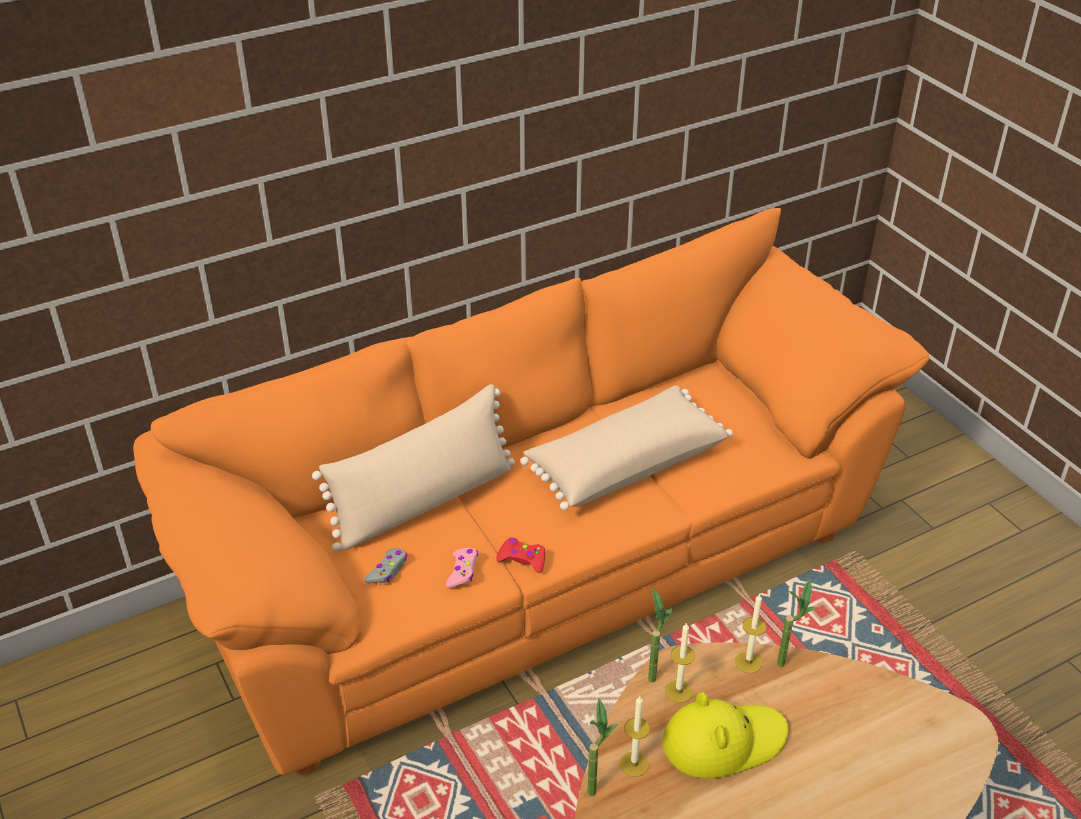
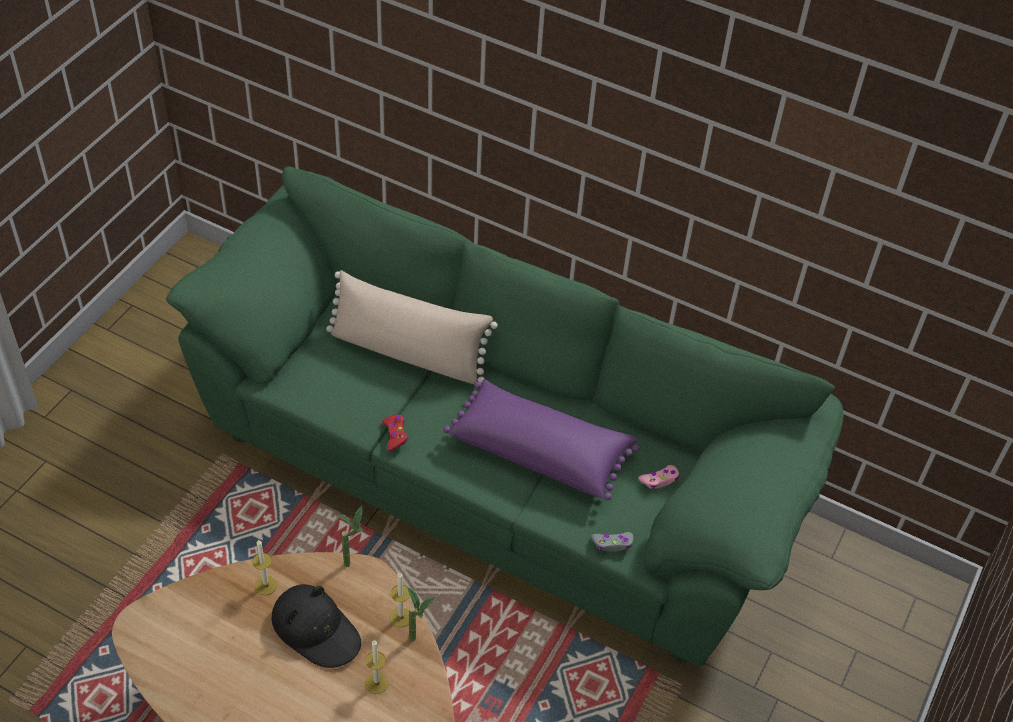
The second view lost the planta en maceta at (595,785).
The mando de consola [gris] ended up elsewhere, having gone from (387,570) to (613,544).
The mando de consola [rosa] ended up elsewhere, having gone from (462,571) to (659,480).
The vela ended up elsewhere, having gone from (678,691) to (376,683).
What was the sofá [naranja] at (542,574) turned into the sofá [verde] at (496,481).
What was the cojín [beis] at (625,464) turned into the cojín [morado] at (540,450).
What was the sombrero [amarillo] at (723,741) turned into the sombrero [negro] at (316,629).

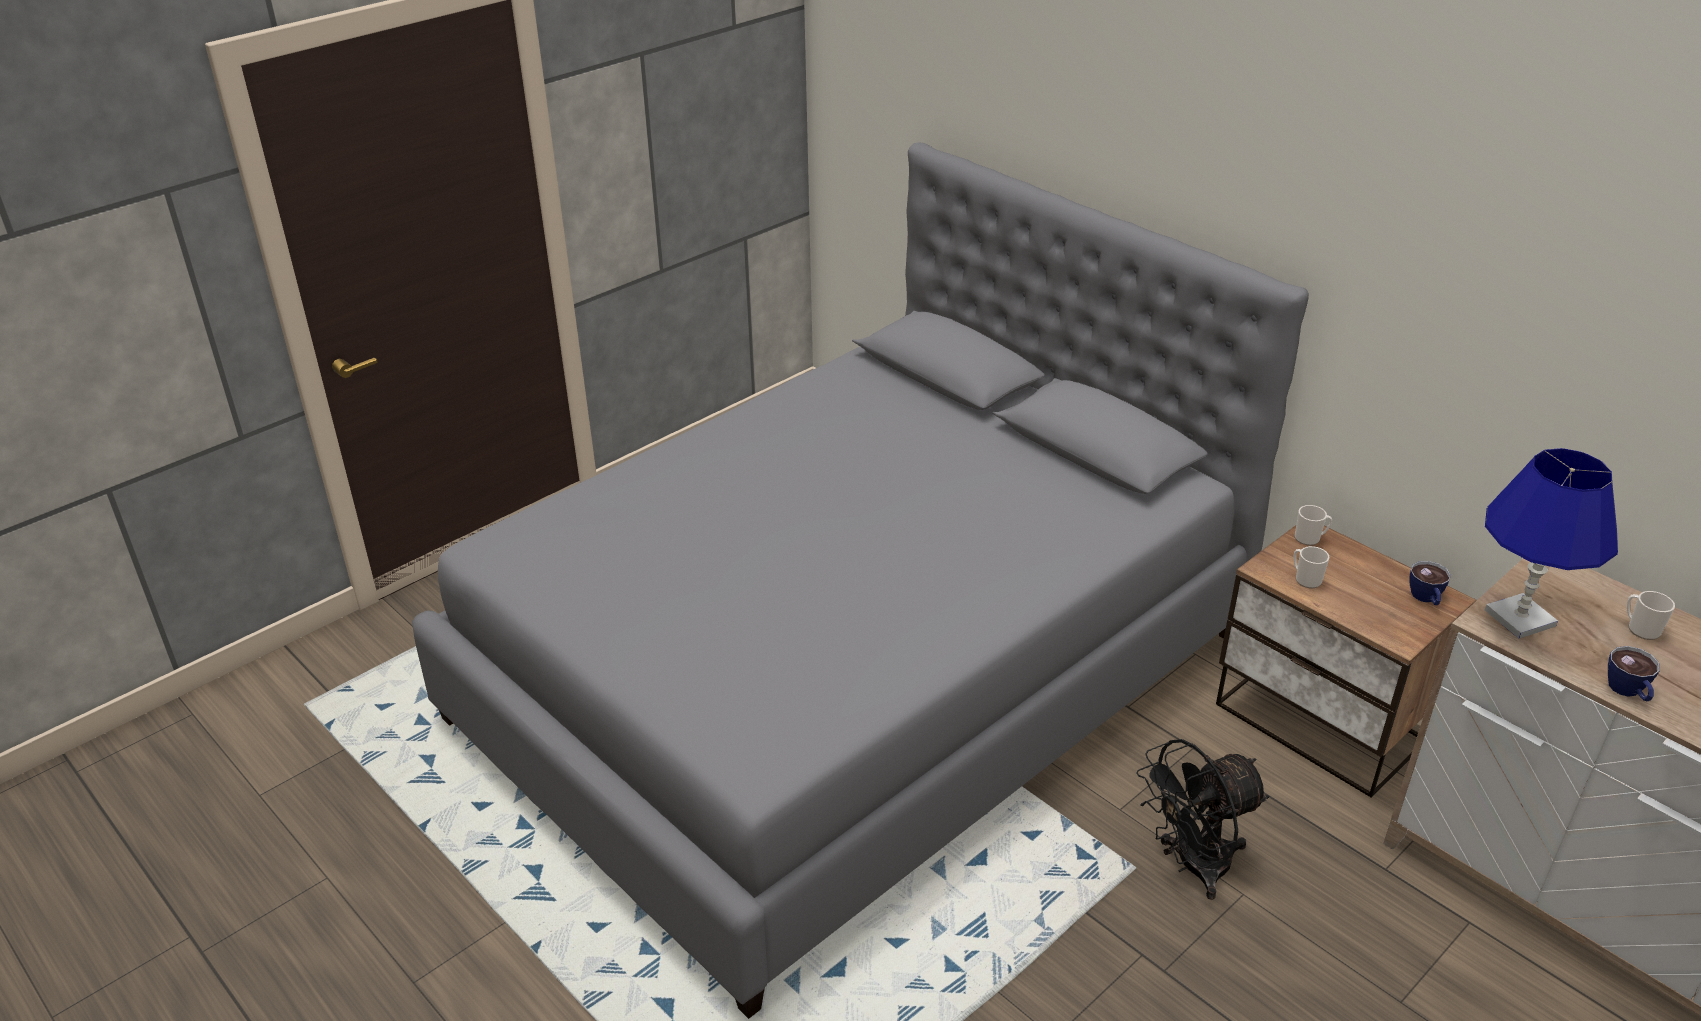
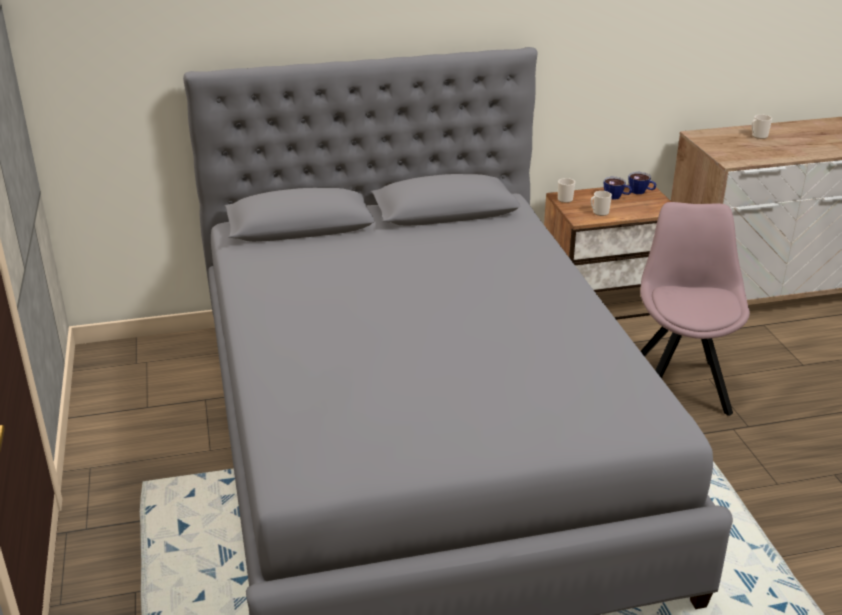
The second view lost the lámpara de mesa [azul] at (1519,618).
The taza ended up elsewhere, having gone from (1628,692) to (616,197).
Where the ventilador [negro] stood at (1192,866), the silla [rosa] came to stand at (679,386).

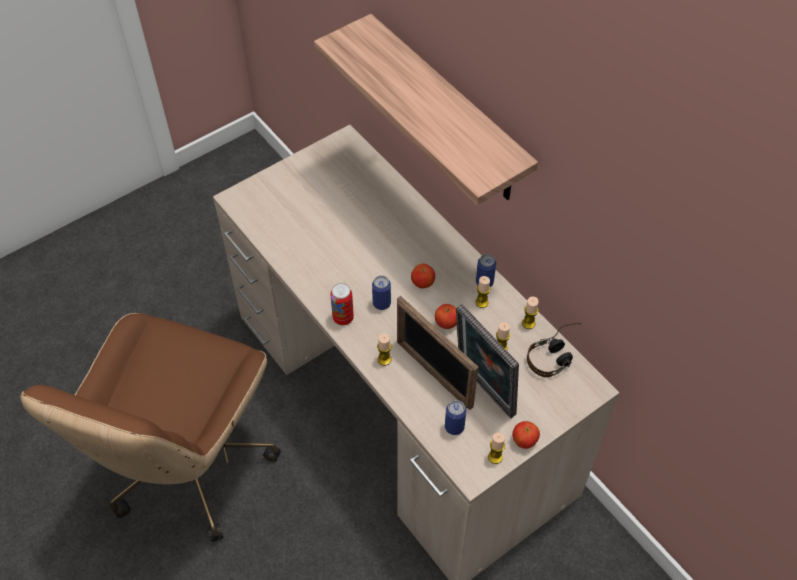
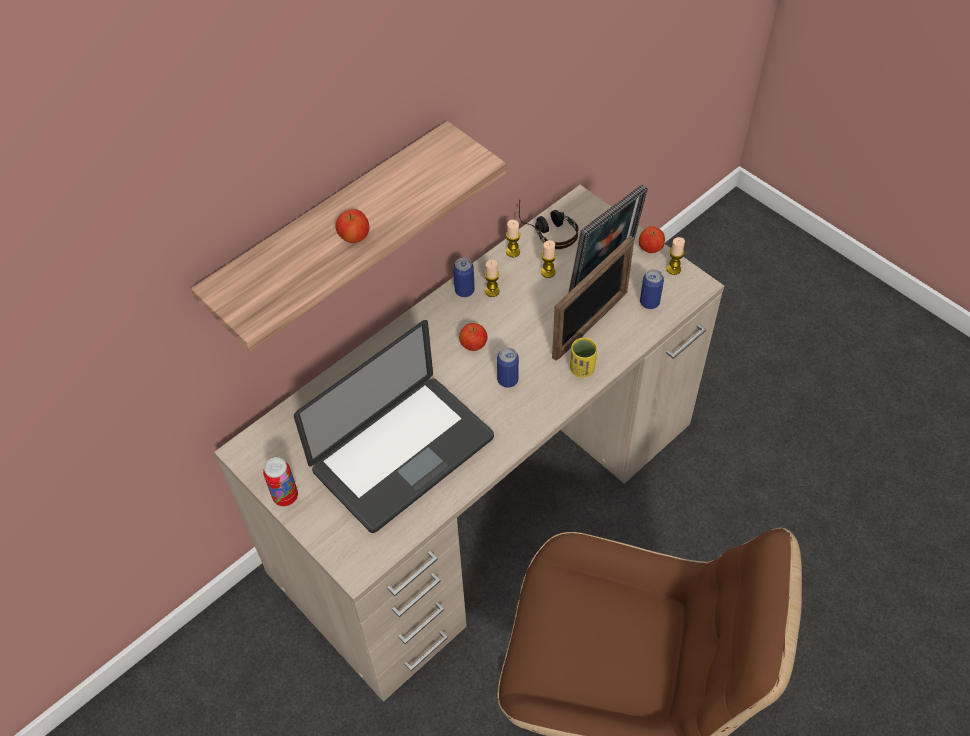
The second view gained the portátil at (403,454).
The lata ended up elsewhere, having gone from (343,318) to (285,496).
The manzana ended up elsewhere, having gone from (446,323) to (354,238).
Where the vela stood at (384,359), the taza [amarillo] came to stand at (582,369).

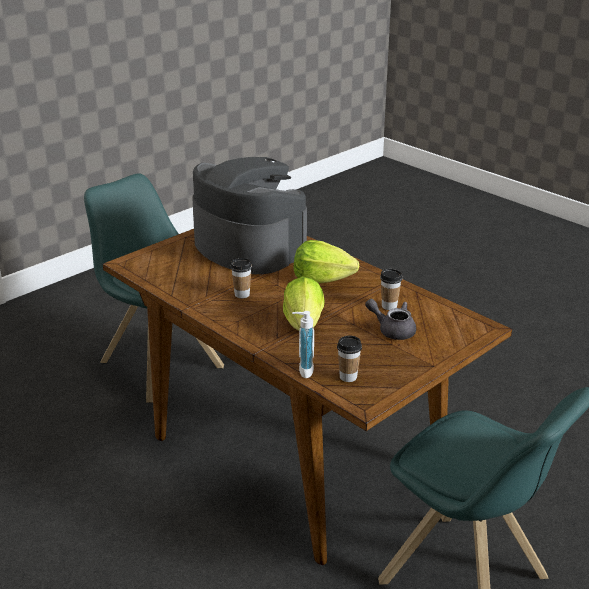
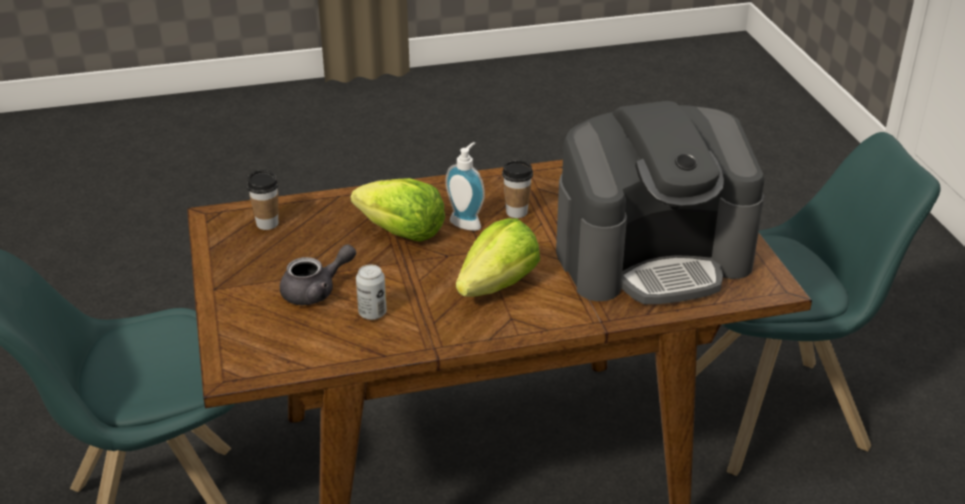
The dispensador de jabón ended up elsewhere, having gone from (303,370) to (467,222).
Where the taza stood at (389,306), the lata came to stand at (372,313).

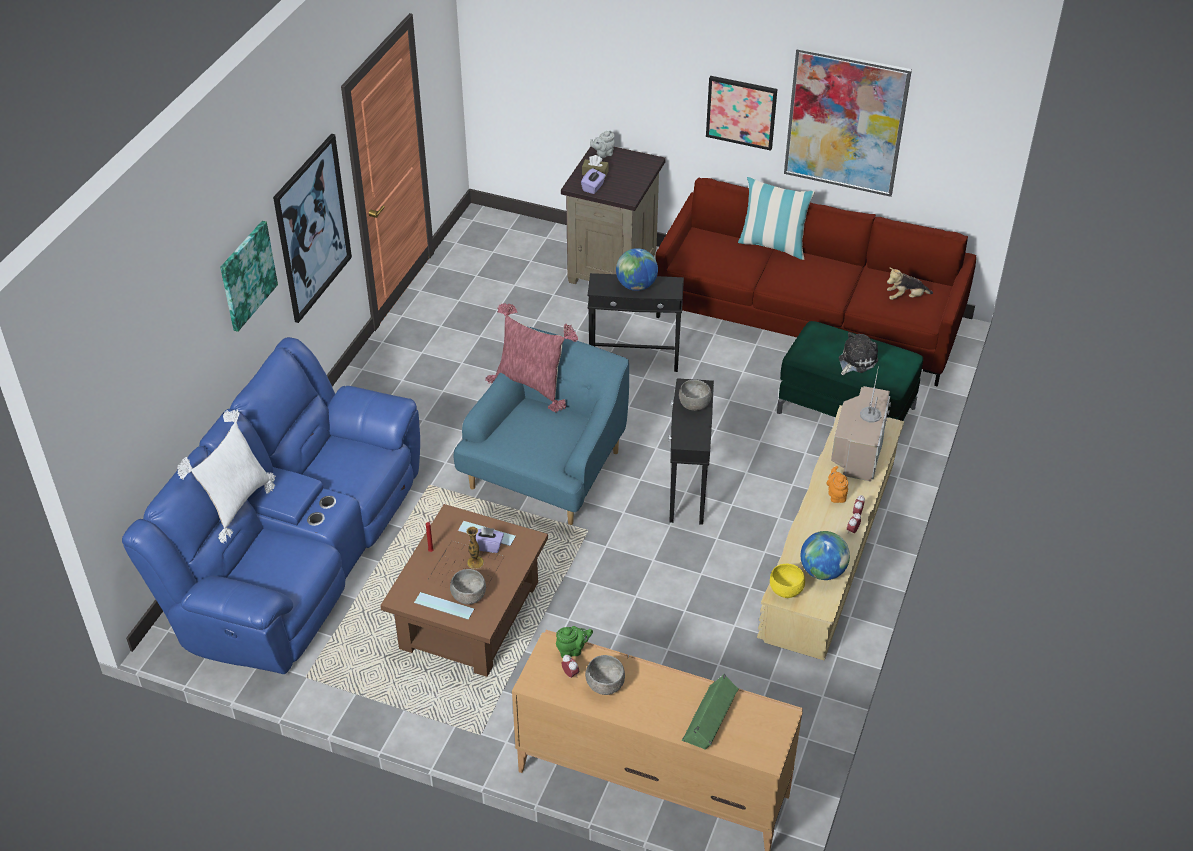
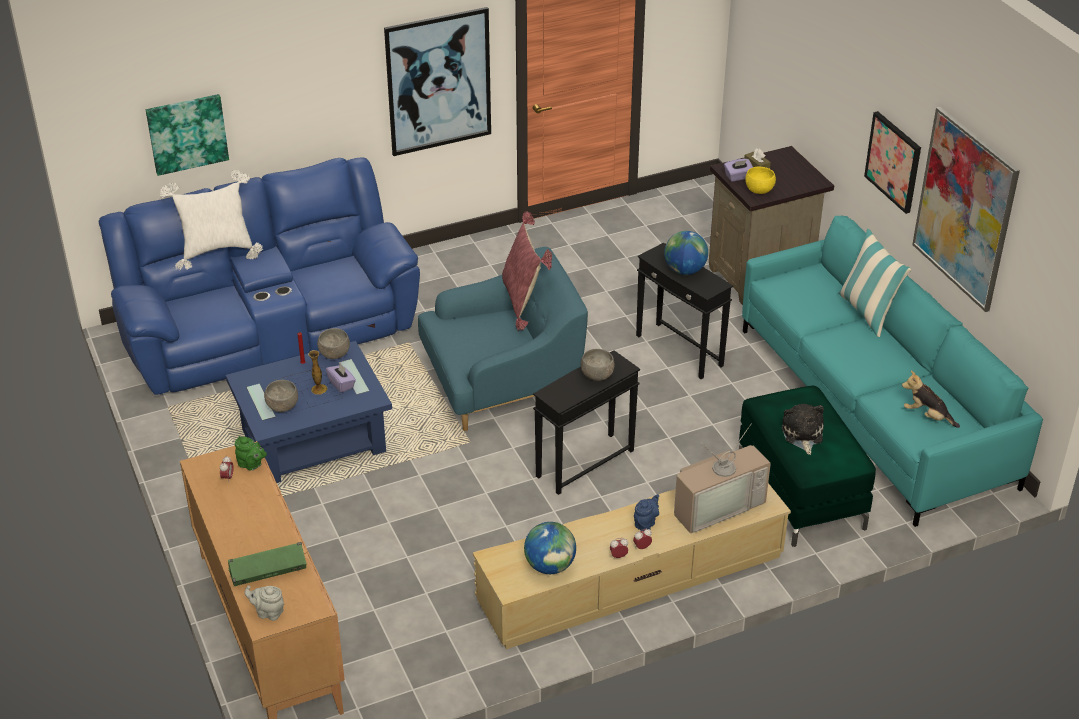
The cuadro ended up elsewhere, having gone from (247,275) to (187,133).
The cuenco [gris] ended up elsewhere, having gone from (604,686) to (334,354).
The tetera [gris] ended up elsewhere, having gone from (603,154) to (268,612).
The cuenco [amarillo] ended up elsewhere, having gone from (786,590) to (759,191).
What was the mesa de centro [marrón] at (469,615) turned into the mesa de centro [azul] at (314,440).
What was the sofá [rojo] at (808,319) turned into the sofá [turquesa] at (873,407).
What was the tetera [naranja] at (836,495) turned into the tetera [azul] at (646,523).
The peluche at (855,361) ended up facing another way, 90 degrees counterclockwise from before.

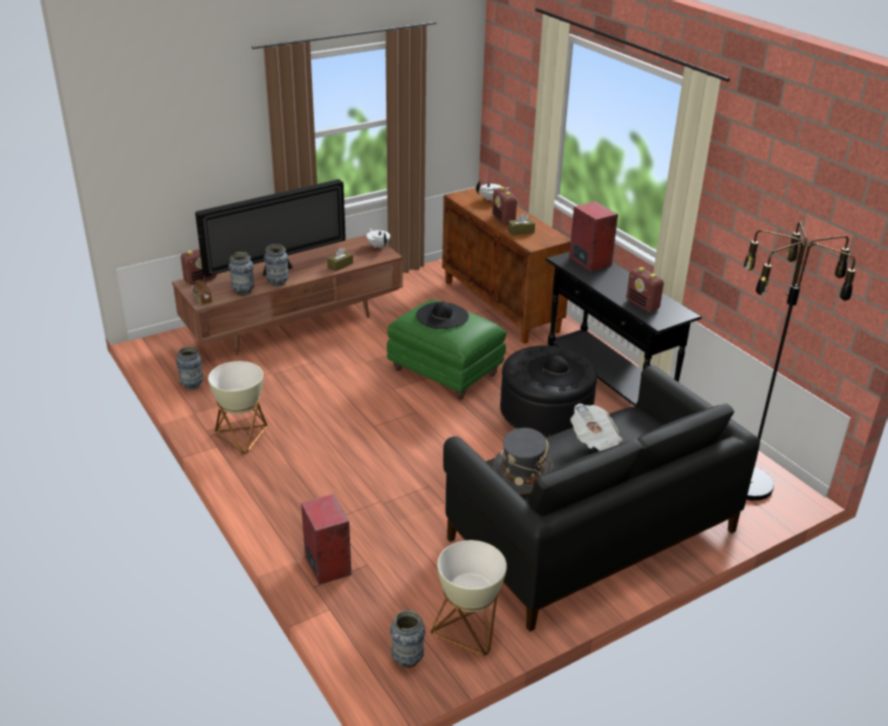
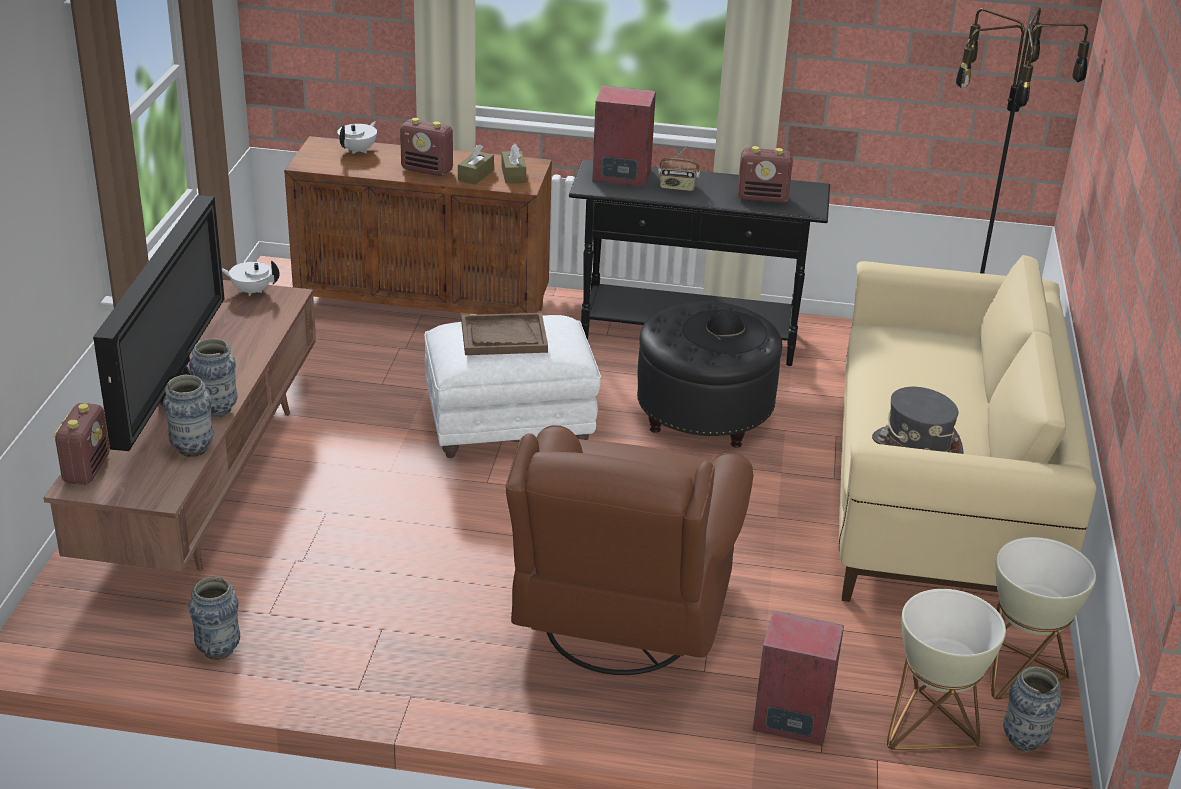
The second view lost the periódico at (595,442).
The second view gained the sillón [marrón] at (620,622).
The radio ended up elsewhere, having gone from (202,300) to (677,187).
The maceta ended up elsewhere, having gone from (242,438) to (931,729).
The caja de pañuelos [marrón] ended up elsewhere, having gone from (340,265) to (513,174).
Where the sombrero [negro] stood at (442,316), the bandeja [marrón] came to stand at (503,337).
What was the puf [verde] at (446,373) turned into the puf [blanco] at (510,426).
What was the sofá [negro] at (590,533) turned into the sofá [beis] at (939,499).

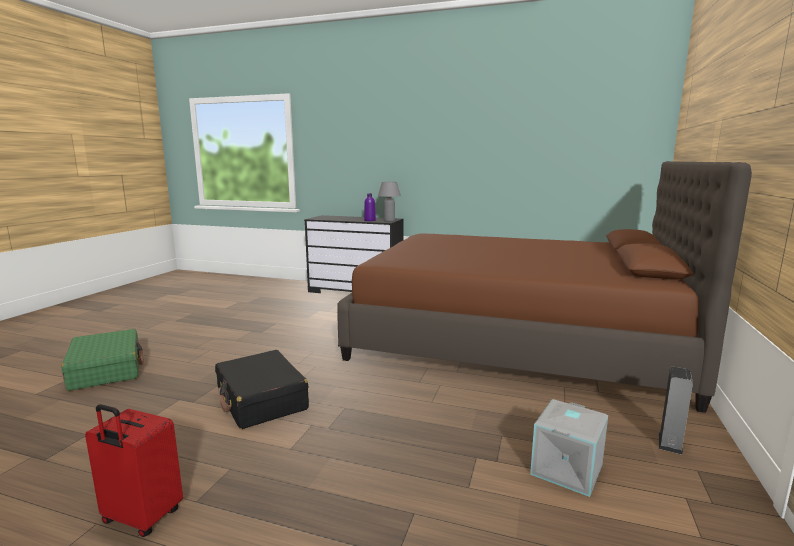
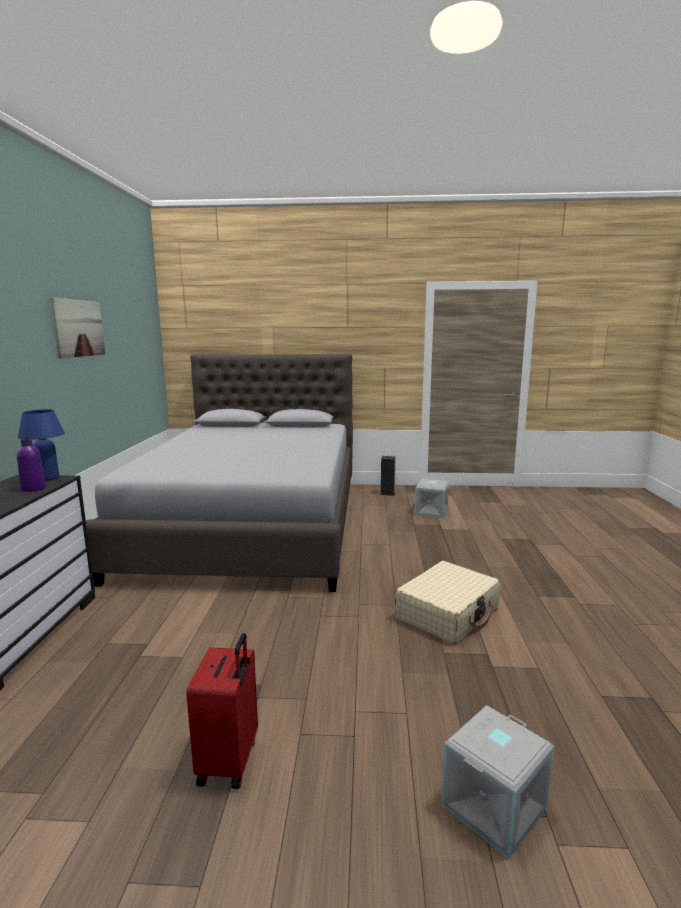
The second view gained the cuadro at (78,328).
The maleta [rojo] ended up elsewhere, having gone from (141,518) to (230,761).
Where the maleta [verde] stood at (106,370), the caja de almacenaje [gris] came to stand at (495,807).
What was the maleta [negro] at (261,400) turned into the maleta [beis] at (448,613).
What was the cama [marrón] at (514,339) turned into the cama [gris] at (253,523).
What was the lámpara de mesa [gris] at (389,220) turned into the lámpara de mesa [azul] at (48,478).

